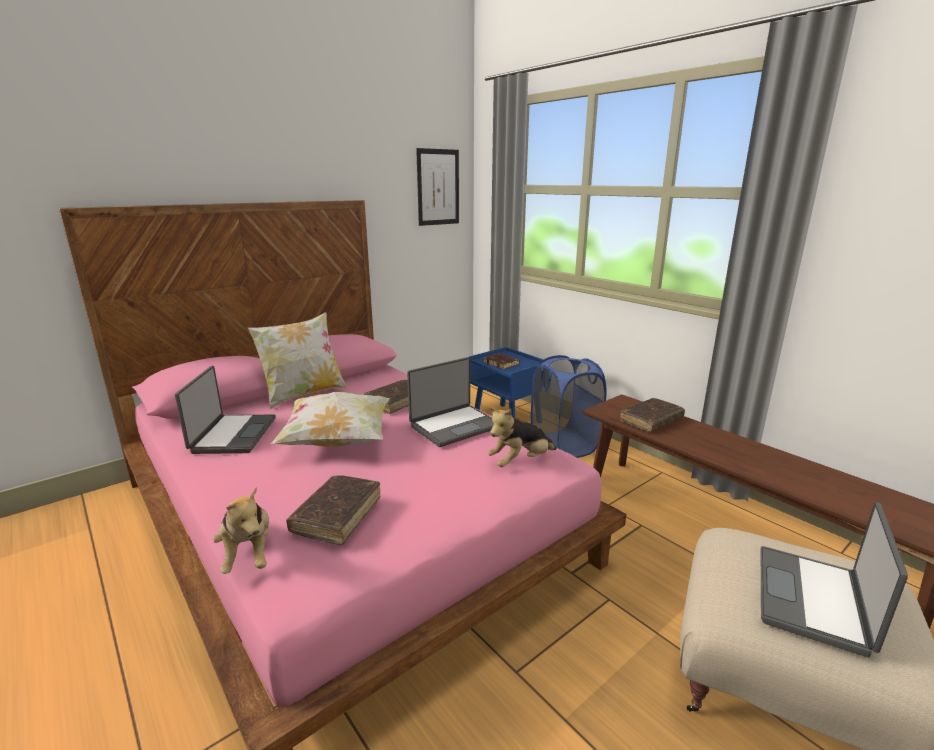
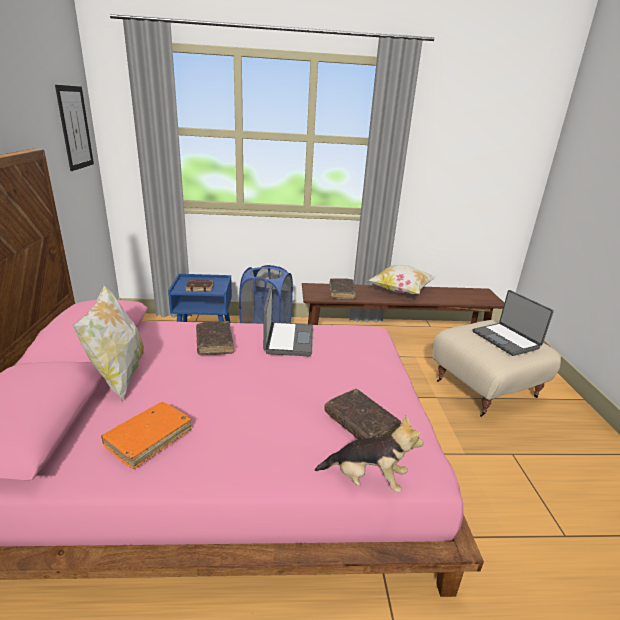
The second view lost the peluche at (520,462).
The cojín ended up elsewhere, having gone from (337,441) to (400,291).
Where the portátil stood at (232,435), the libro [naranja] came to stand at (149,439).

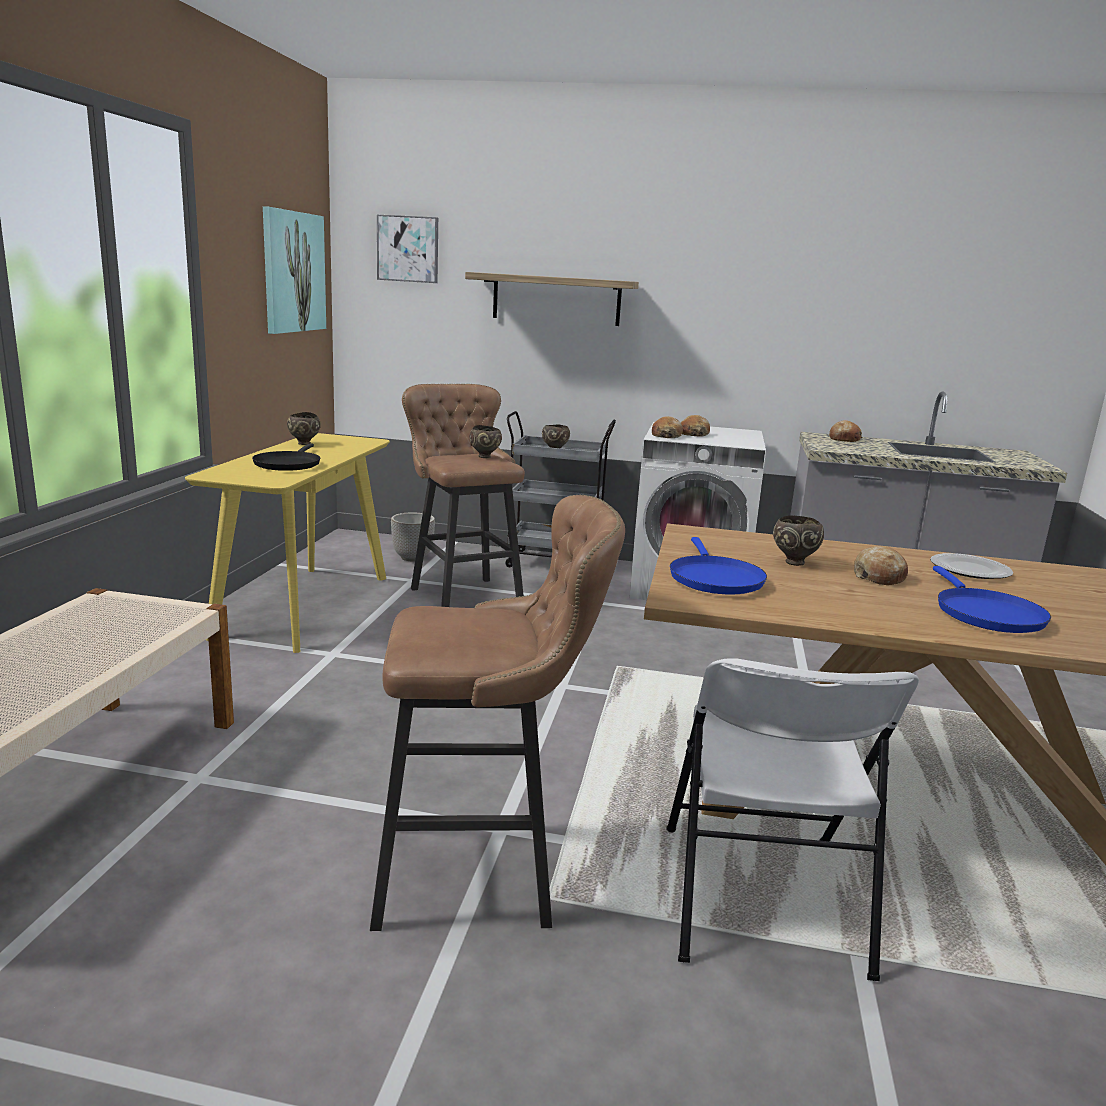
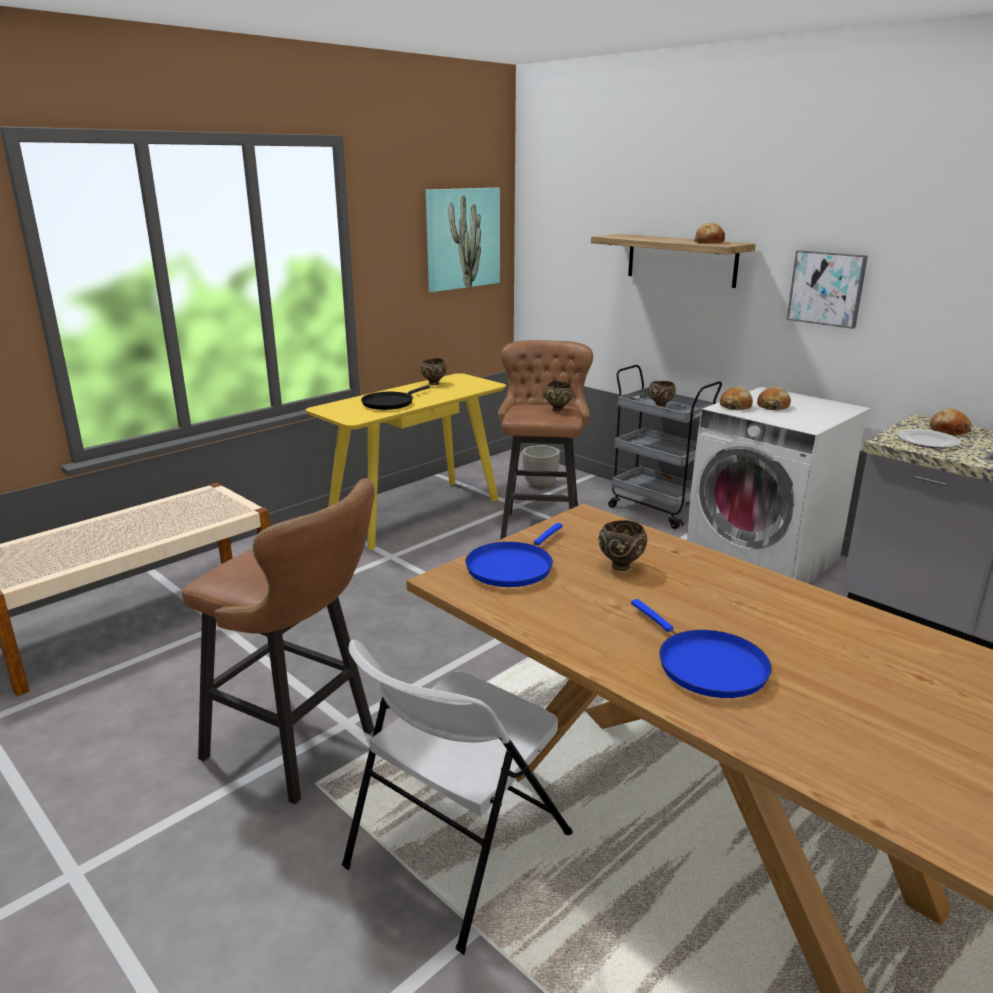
The cuadro ended up elsewhere, having gone from (408,249) to (827,288).
The pan ended up elsewhere, having gone from (879,577) to (708,242).
The plato ended up elsewhere, having gone from (971,570) to (928,442).
The sartén [azul] at (985,614) ended up facing another way, 60 degrees counterclockwise from before.

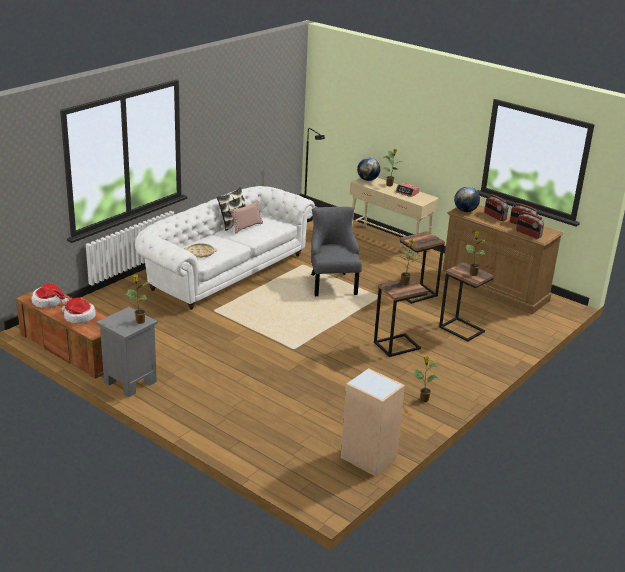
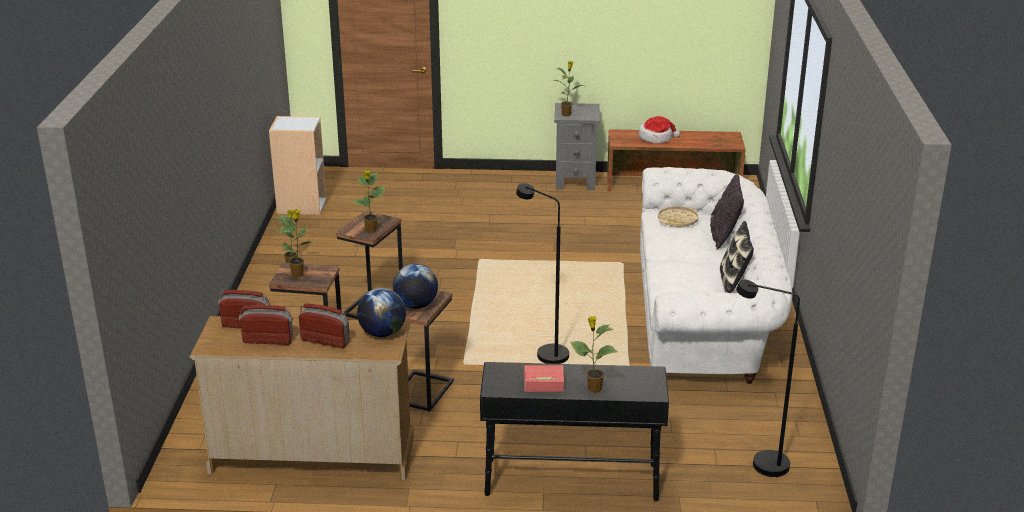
The second view lost the sombrero at (48,302).
The second view lost the cojín [beis] at (246,227).
The second view gained the cojín [negro] at (724,237).
The globo terráqueo ended up elsewhere, having gone from (368,179) to (416,305).
Where the sillón [gris] stood at (332,285), the lámpara de pie [negro] came to stand at (545,353).
What was the mesa consola [beis] at (388,242) turned into the mesa consola [negro] at (571,479).

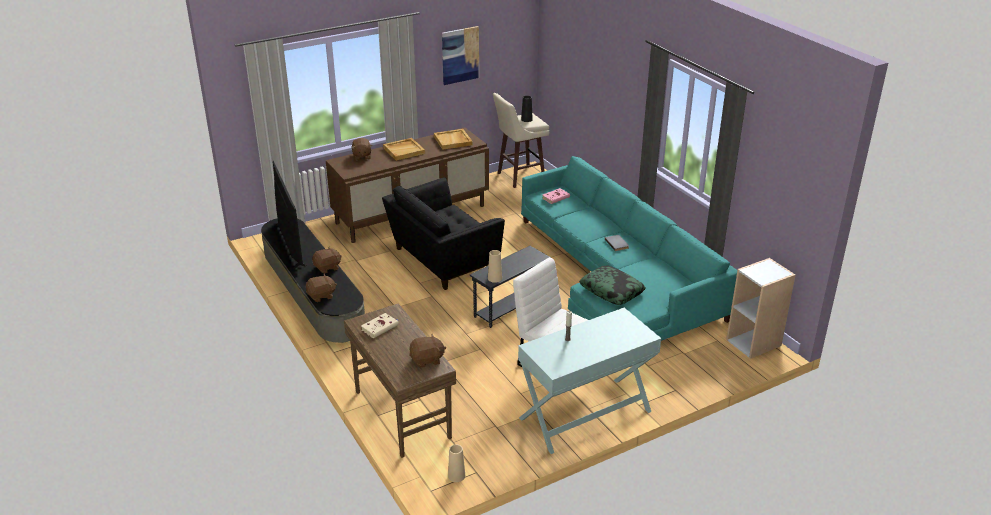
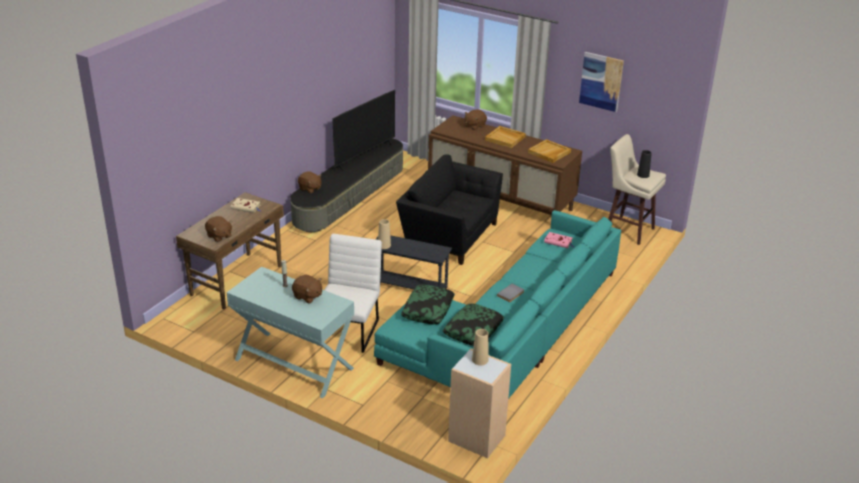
The second view gained the cojín at (473,330).
The peluche [marrón] ended up elsewhere, having gone from (327,268) to (307,296).
The florero [beis] ended up elsewhere, having gone from (456,476) to (480,360).

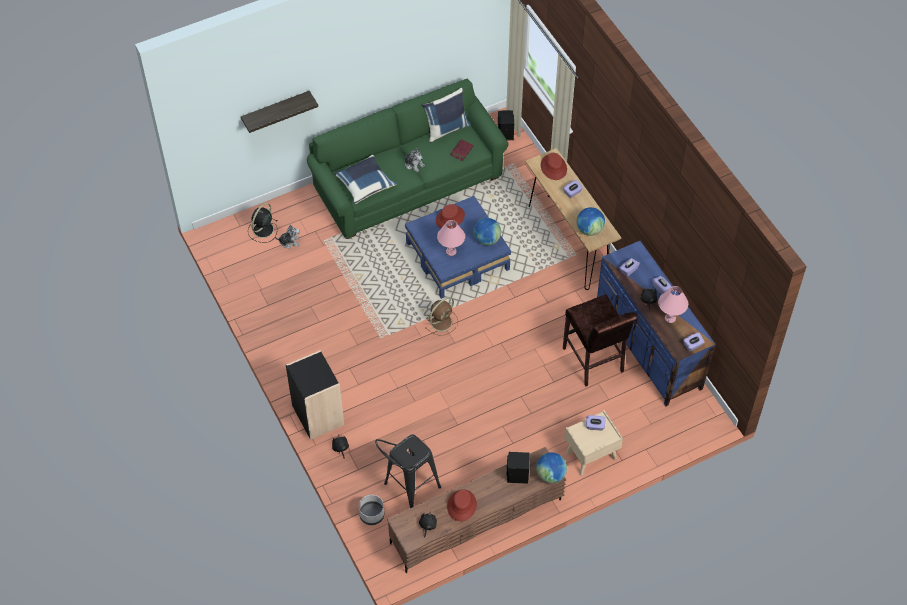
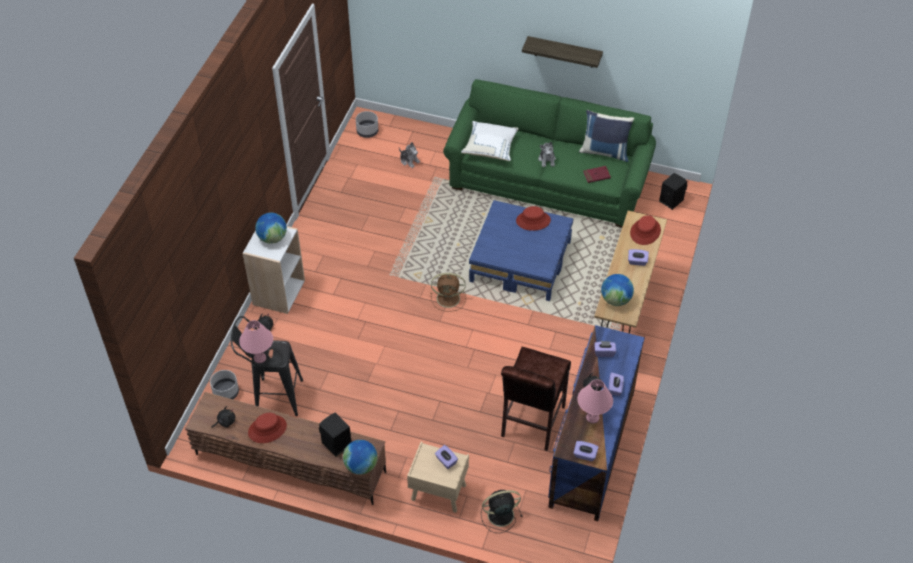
The second view gained the maceta [gris] at (367,131).
The estante ended up elsewhere, having gone from (276,110) to (564,52).
The ventilador [negro] ended up elsewhere, having gone from (262,230) to (499,515).
The lámpara de mesa [rosa] ended up elsewhere, having gone from (451,251) to (260,358).
The globo terráqueo ended up elsewhere, having gone from (487,239) to (272,238).
What was the estantería [negro] at (317,415) turned into the estantería [blanco] at (278,292).
What was the cojín [azul] at (365,185) turned into the cojín [blanco] at (490,148).

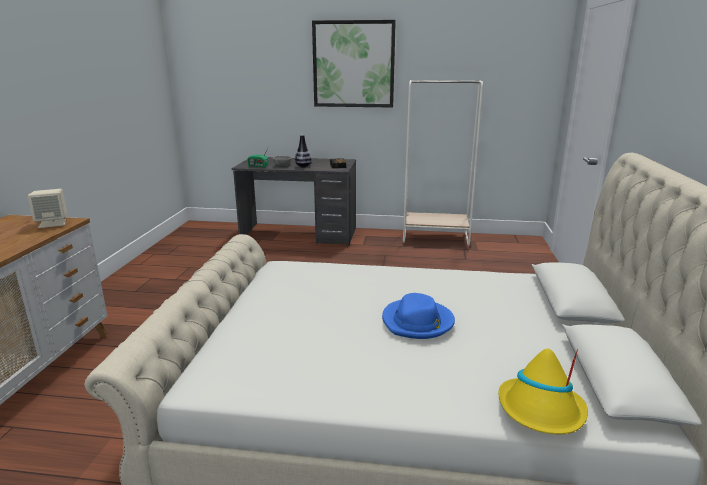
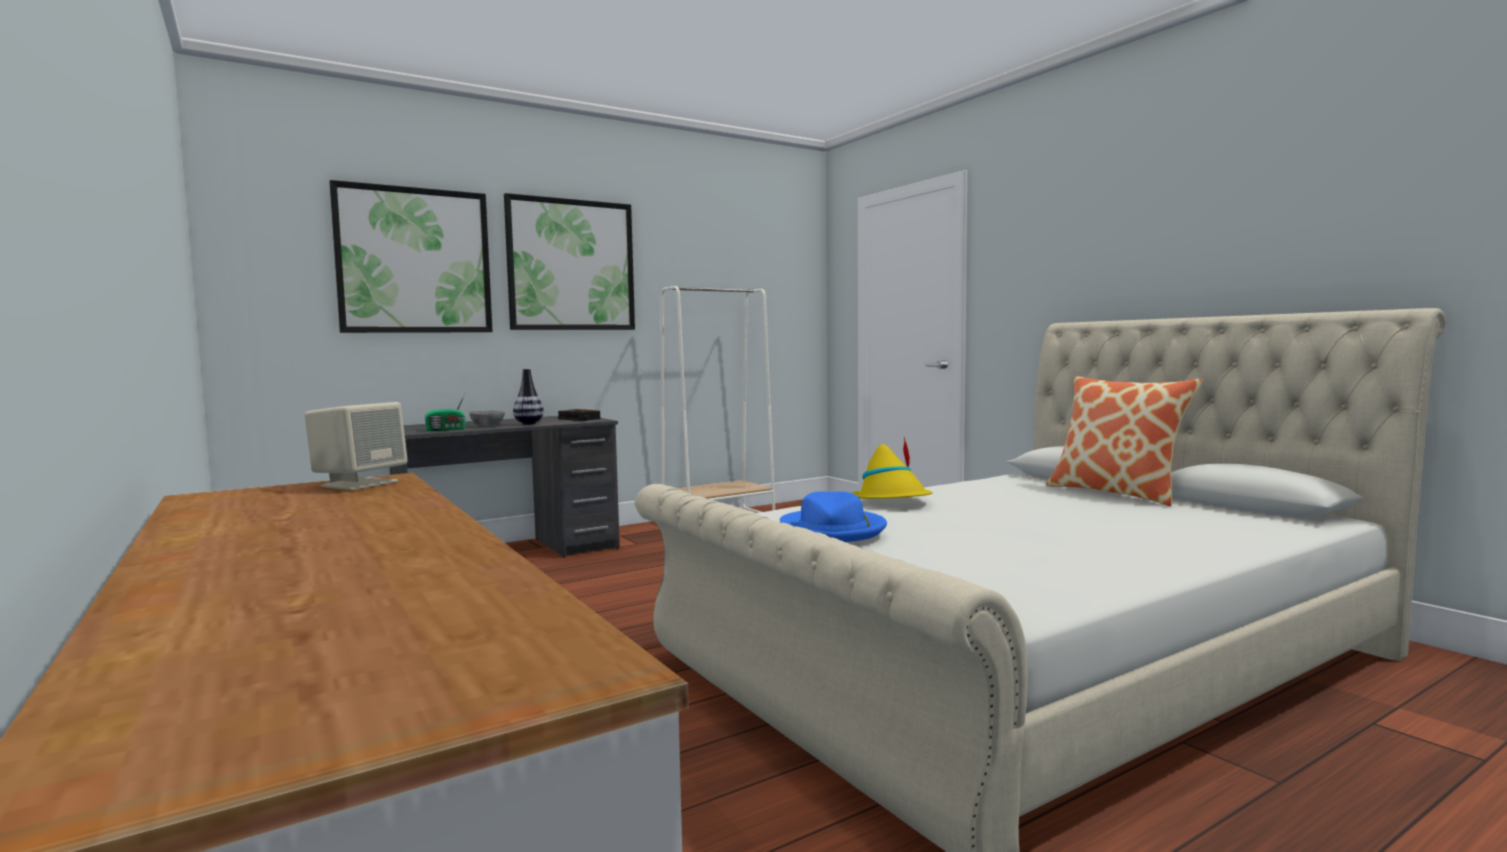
The second view gained the cuadro at (414,261).
The second view gained the cojín at (1117,493).
The sombrero [azul] ended up elsewhere, having gone from (418,322) to (833,530).
The sombrero [amarillo] ended up elsewhere, having gone from (541,411) to (892,501).

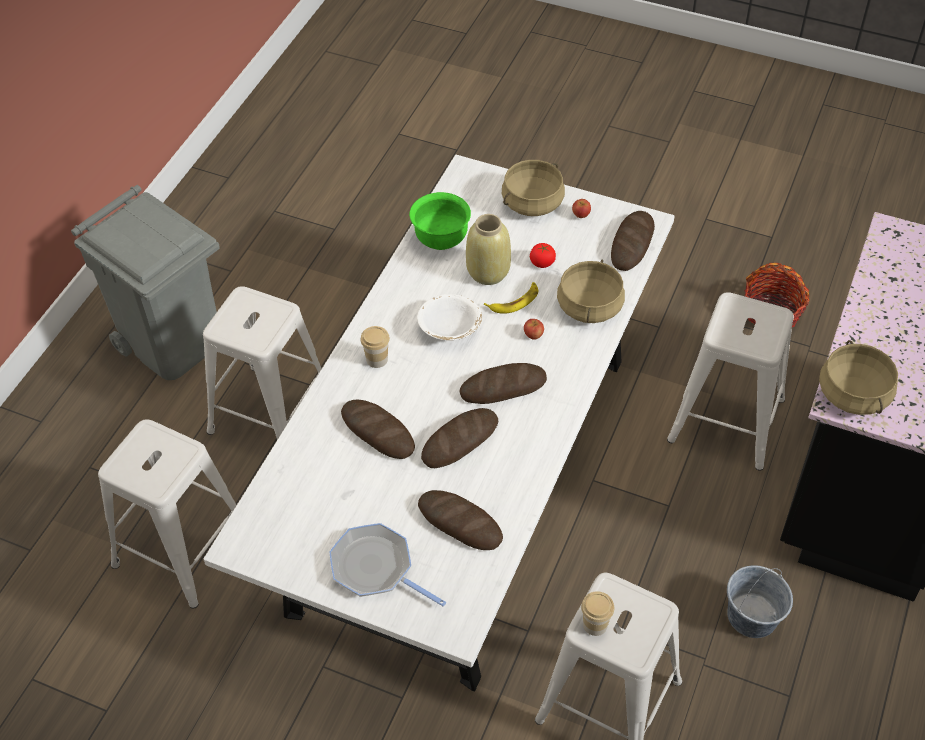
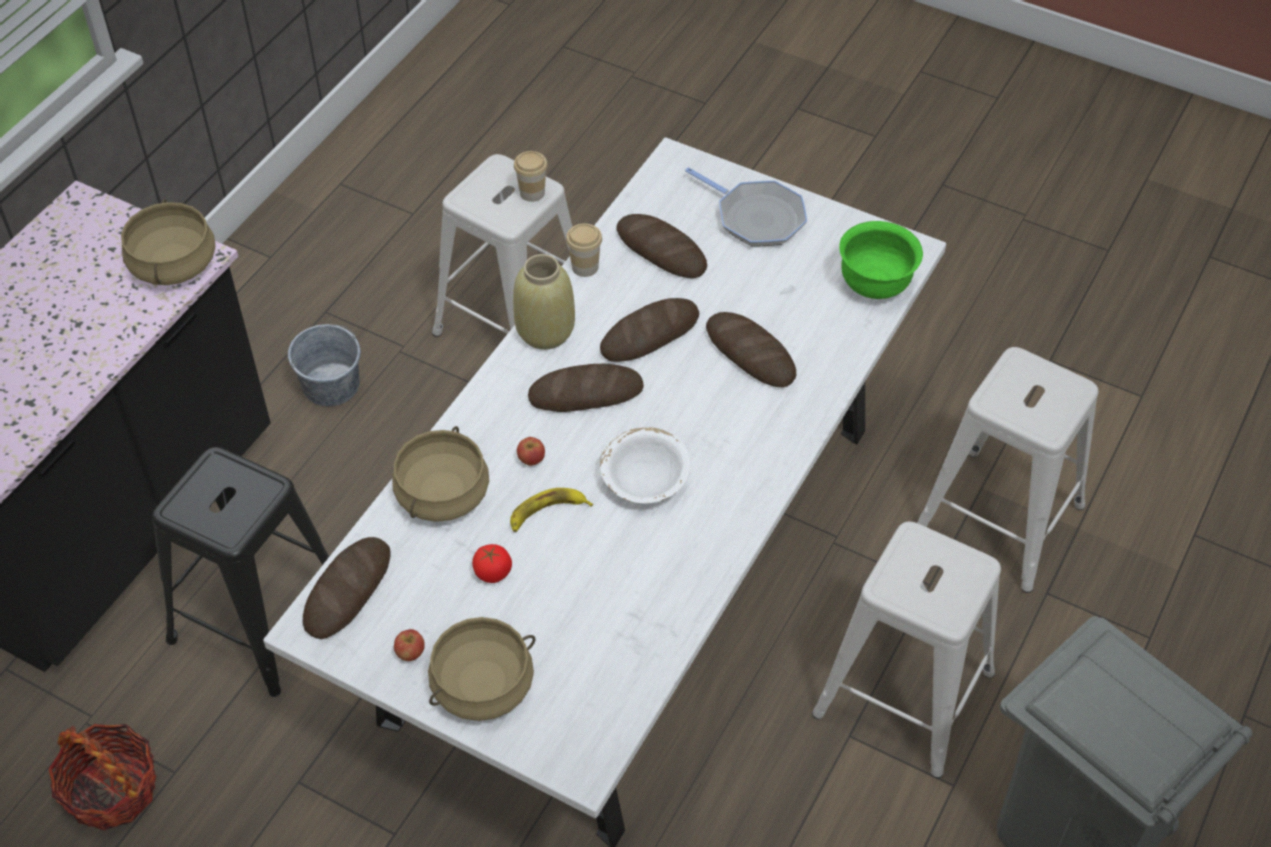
The taza ended up elsewhere, having gone from (377,359) to (585,267).
The cuenco [verde] ended up elsewhere, having gone from (441,239) to (875,285).
The florero [beis] ended up elsewhere, having gone from (487,272) to (546,332).
What was the taburete [blanco] at (726,420) turned into the taburete [negro] at (260,618).

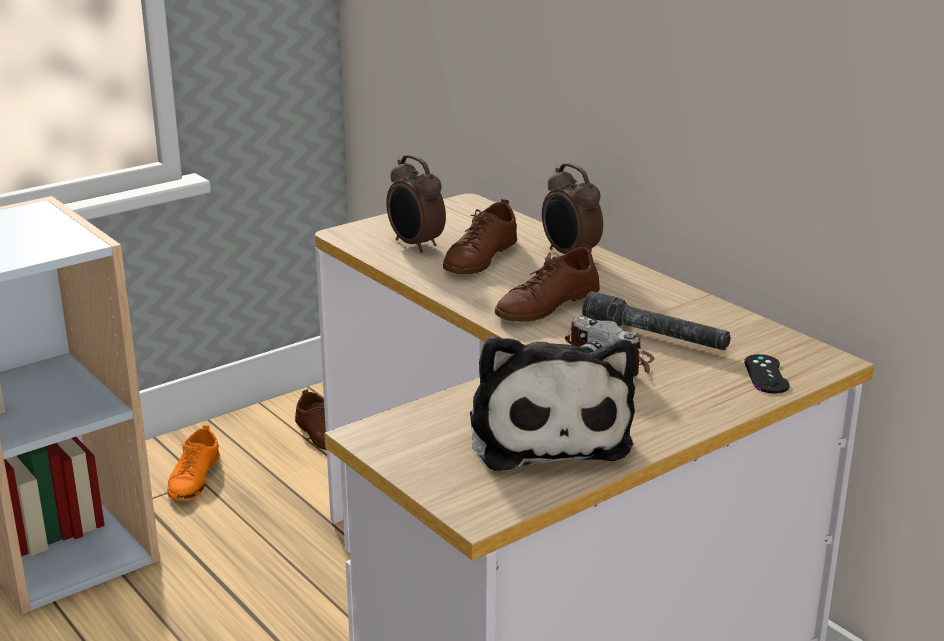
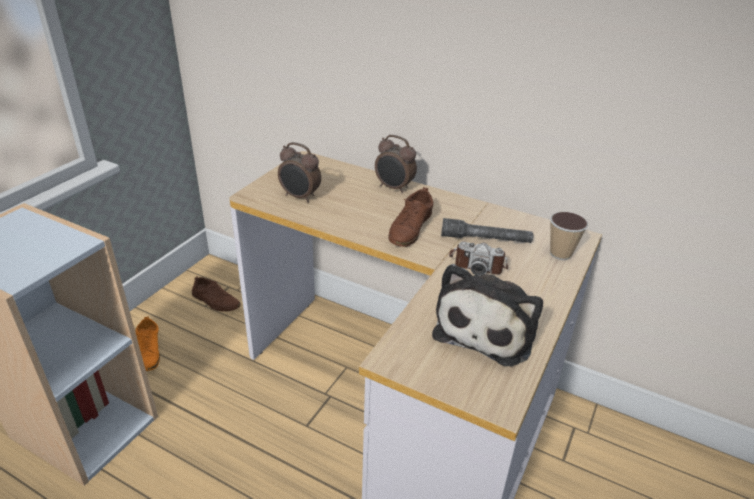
The second view lost the zapato [marrón] at (480,257).
Where the mando de consola [negro] stood at (766,374), the taza came to stand at (560,254).
The peluche at (547,433) ended up facing another way, 60 degrees clockwise from before.

